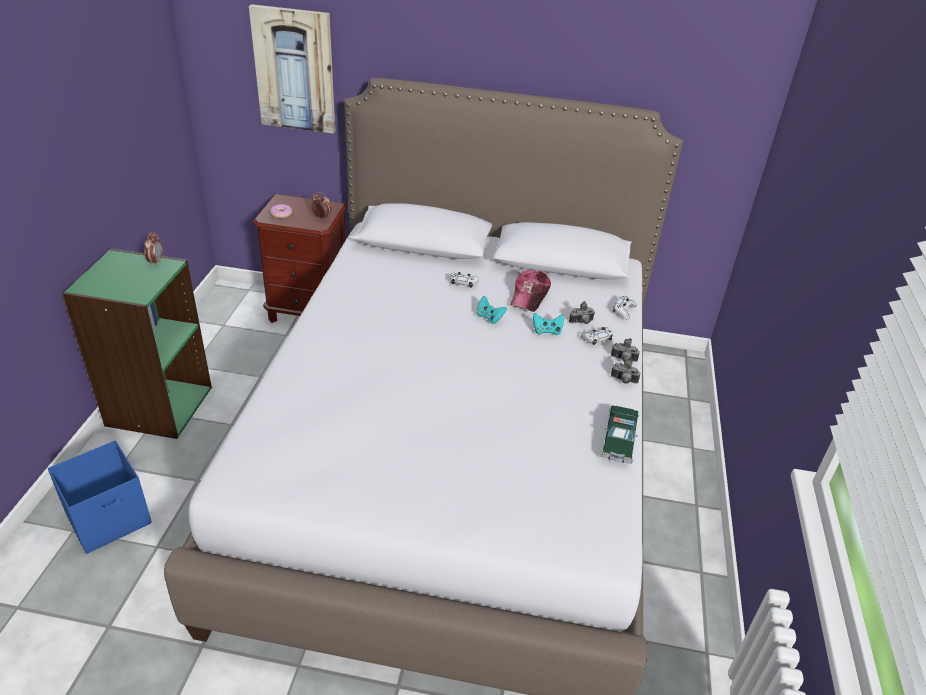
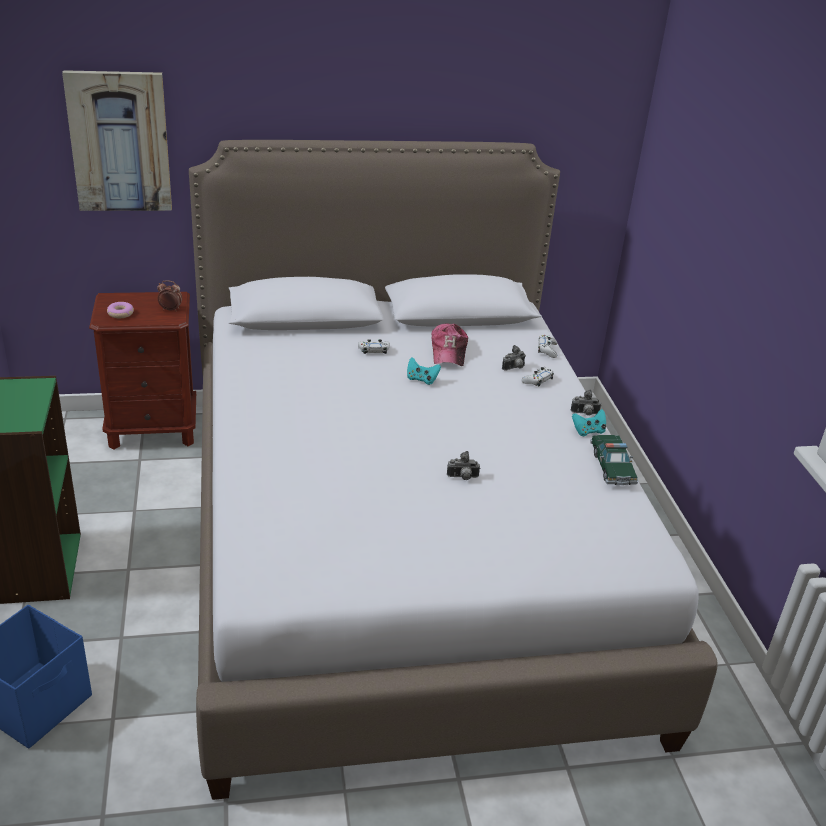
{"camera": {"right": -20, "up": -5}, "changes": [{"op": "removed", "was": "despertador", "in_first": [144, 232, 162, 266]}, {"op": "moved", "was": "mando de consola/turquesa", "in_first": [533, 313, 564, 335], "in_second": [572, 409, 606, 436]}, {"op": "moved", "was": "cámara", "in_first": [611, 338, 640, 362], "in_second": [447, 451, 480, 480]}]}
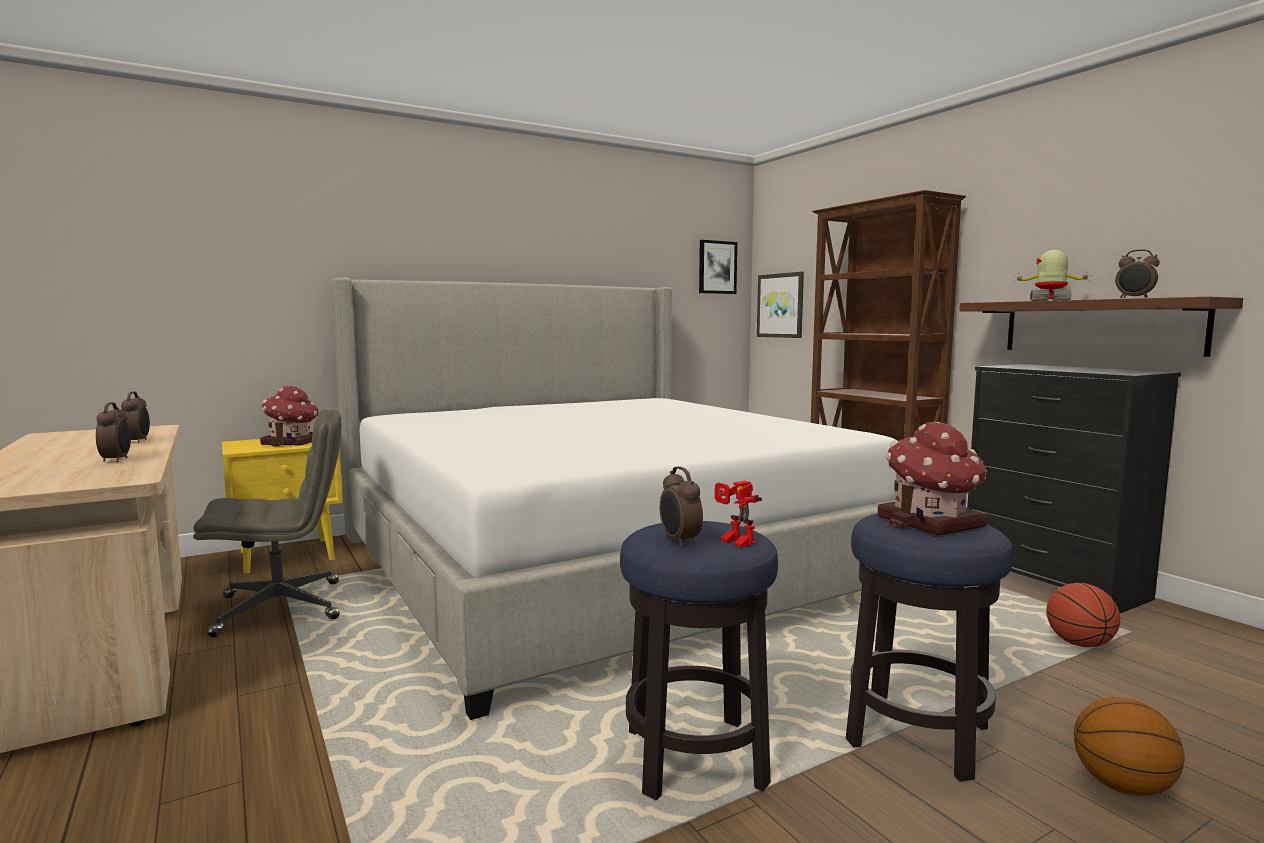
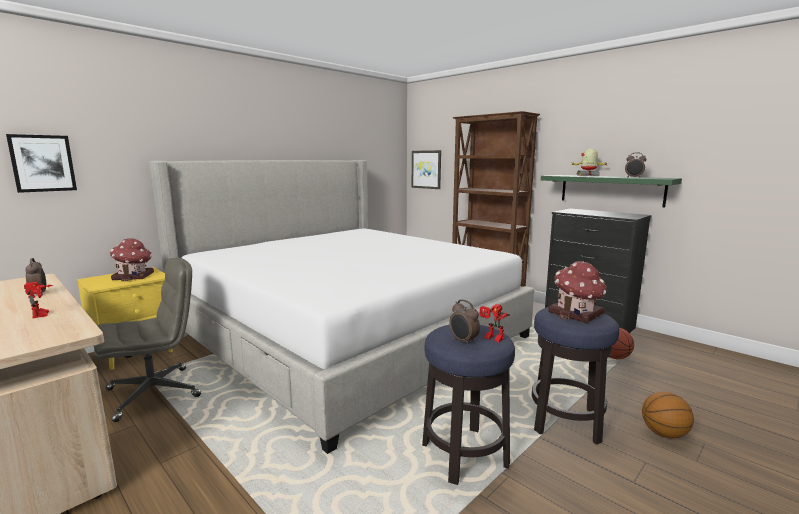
{"camera": {"right": -15, "up": 5}, "changes": [{"op": "replaced", "was": "despertador", "now": "robot de juguete", "in_first": [96, 402, 131, 462], "in_second": [24, 282, 53, 318]}, {"op": "moved", "was": "cuadro", "in_first": [699, 240, 737, 294], "in_second": [6, 134, 77, 193]}, {"op": "recoloured", "was": "estante/marrón", "now": "estante/verde", "in_first": [959, 297, 1243, 357], "in_second": [541, 175, 682, 207]}]}
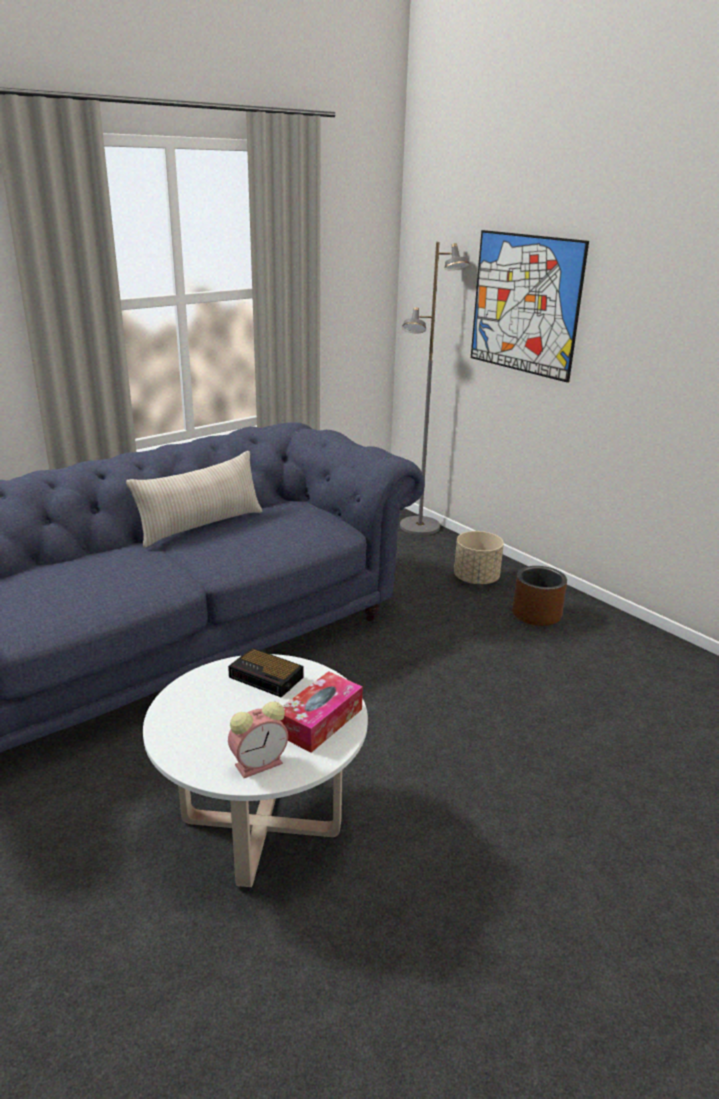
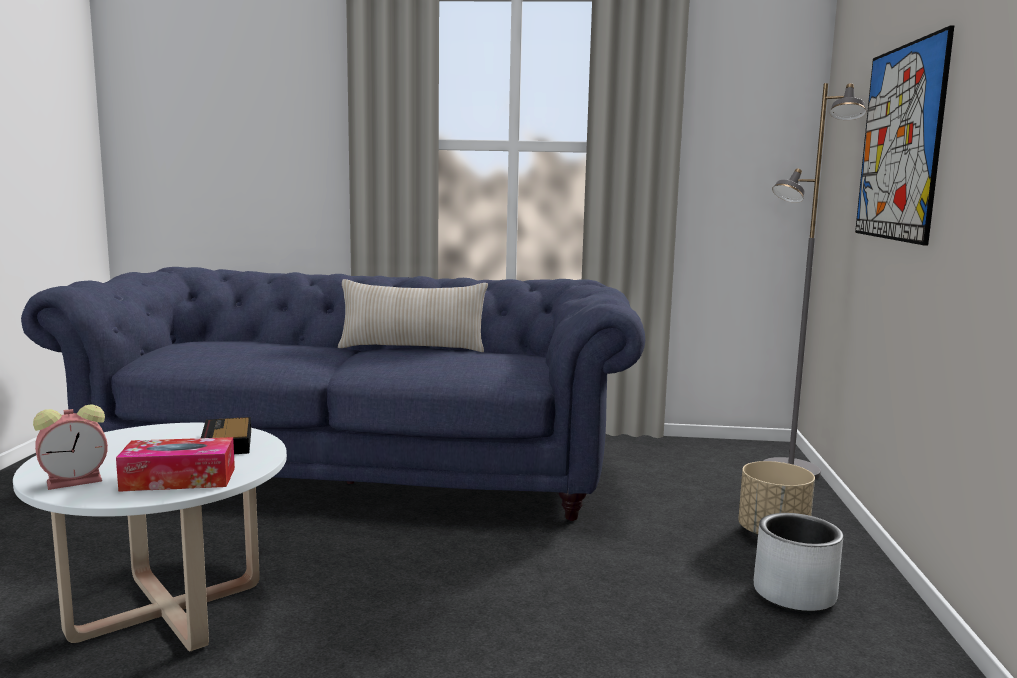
{"camera": {"right": 45, "up": -15}, "changes": [{"op": "turned", "was": "despertador", "in_first": [228, 702, 288, 778], "in_second": [33, 404, 108, 490], "clockwise": -45}, {"op": "recoloured", "was": "maceta/marrón", "now": "maceta/gris", "in_first": [512, 566, 567, 626], "in_second": [754, 513, 843, 612]}]}
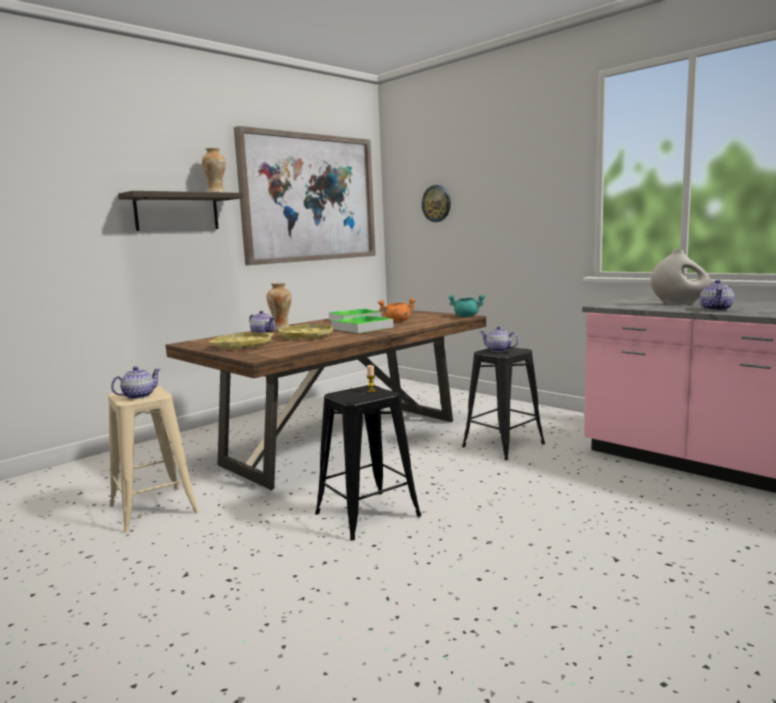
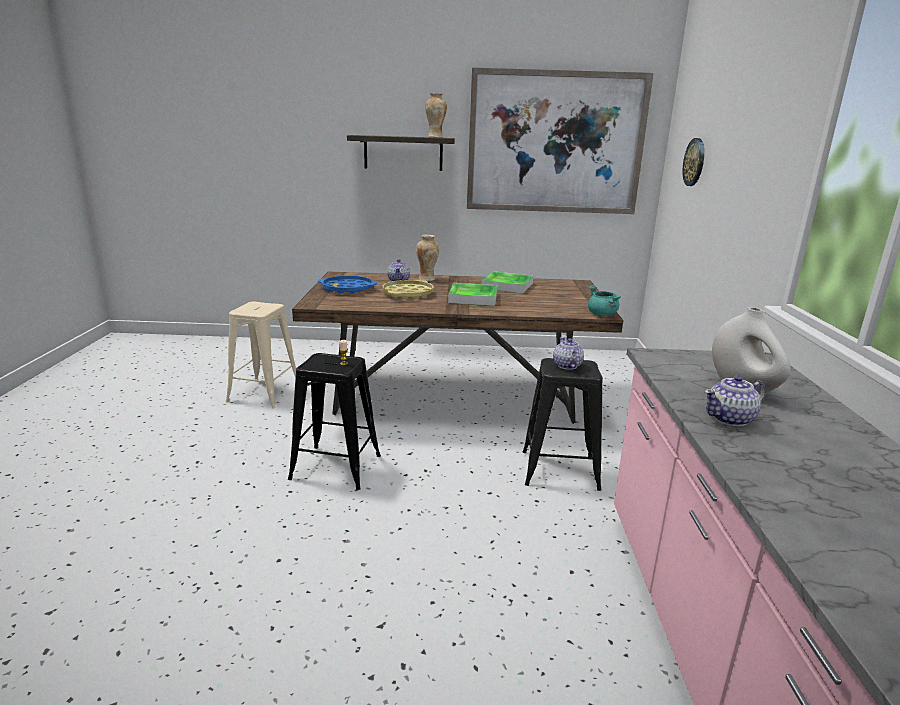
{"camera": {"right": 45, "up": 10}, "changes": [{"op": "removed", "was": "tetera", "in_first": [111, 366, 161, 399]}, {"op": "recoloured", "was": "bandeja/amarillo", "now": "bandeja/azul", "in_first": [209, 332, 274, 350], "in_second": [318, 276, 377, 294]}, {"op": "removed", "was": "olla/naranja", "in_first": [378, 298, 416, 322]}]}
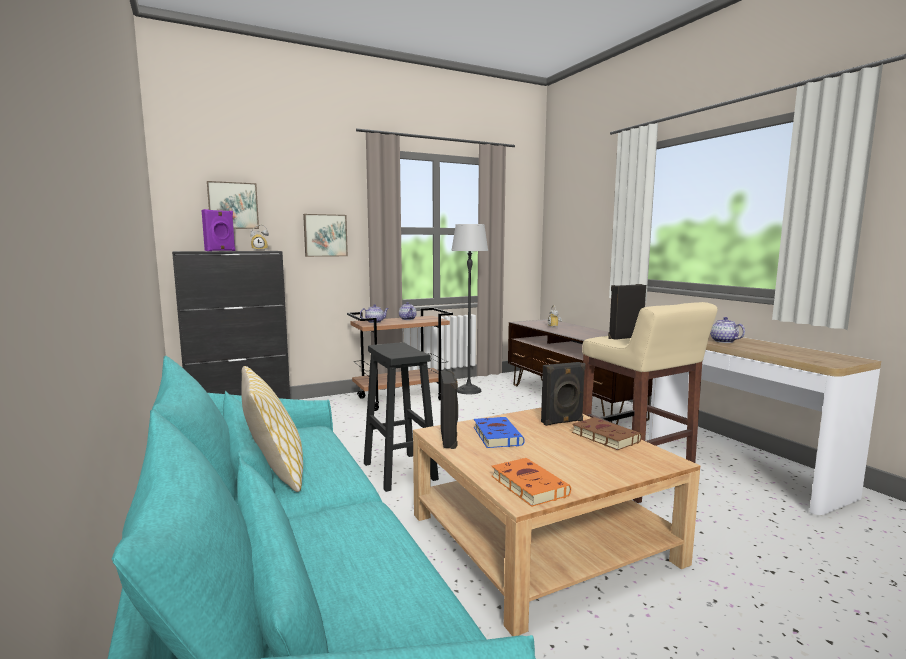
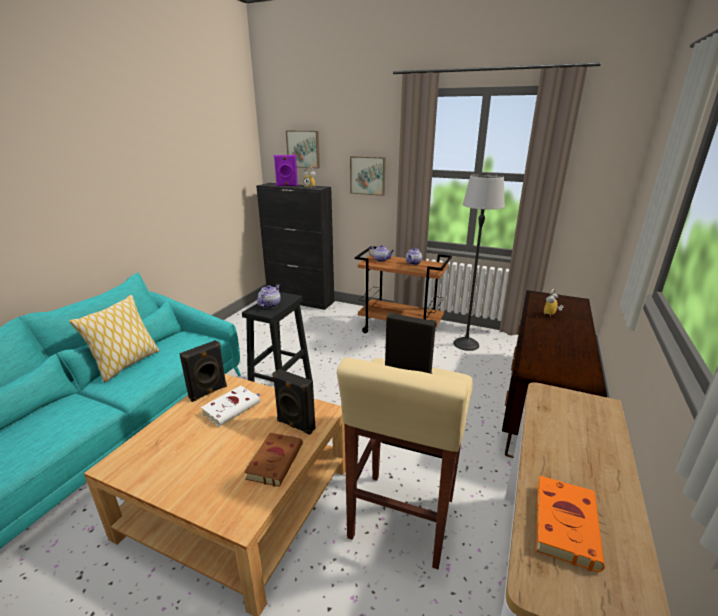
{"camera": {"right": 50, "up": 15}, "changes": [{"op": "recoloured", "was": "libro/azul", "now": "libro/blanco", "in_first": [474, 417, 525, 448], "in_second": [201, 386, 260, 426]}, {"op": "moved", "was": "libro/naranja", "in_first": [492, 458, 571, 507], "in_second": [536, 476, 605, 572]}, {"op": "moved", "was": "tetera", "in_first": [710, 317, 745, 343], "in_second": [257, 284, 281, 308]}]}
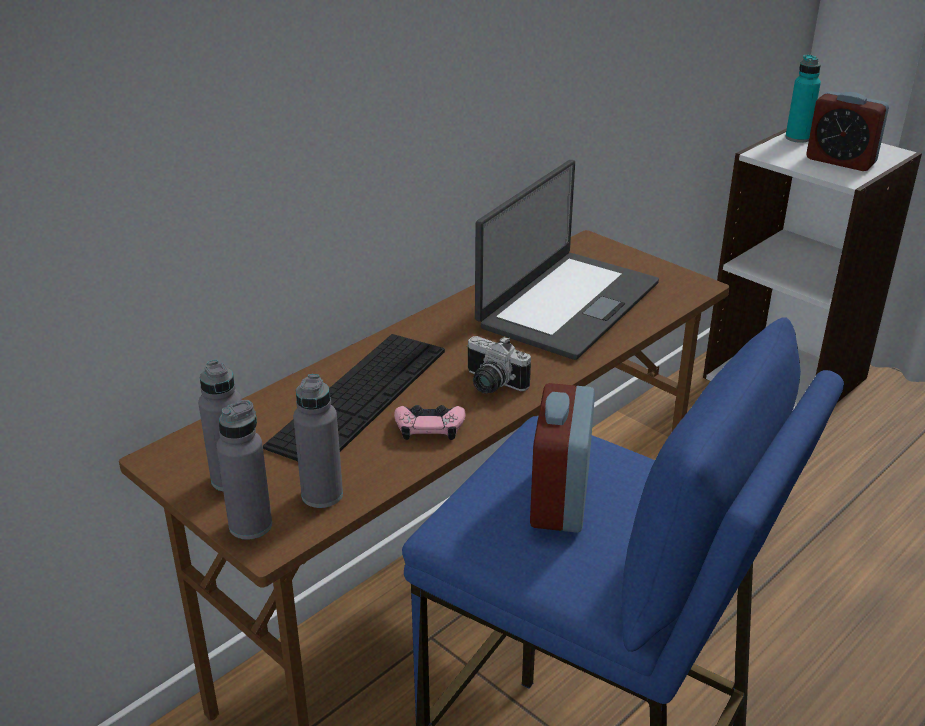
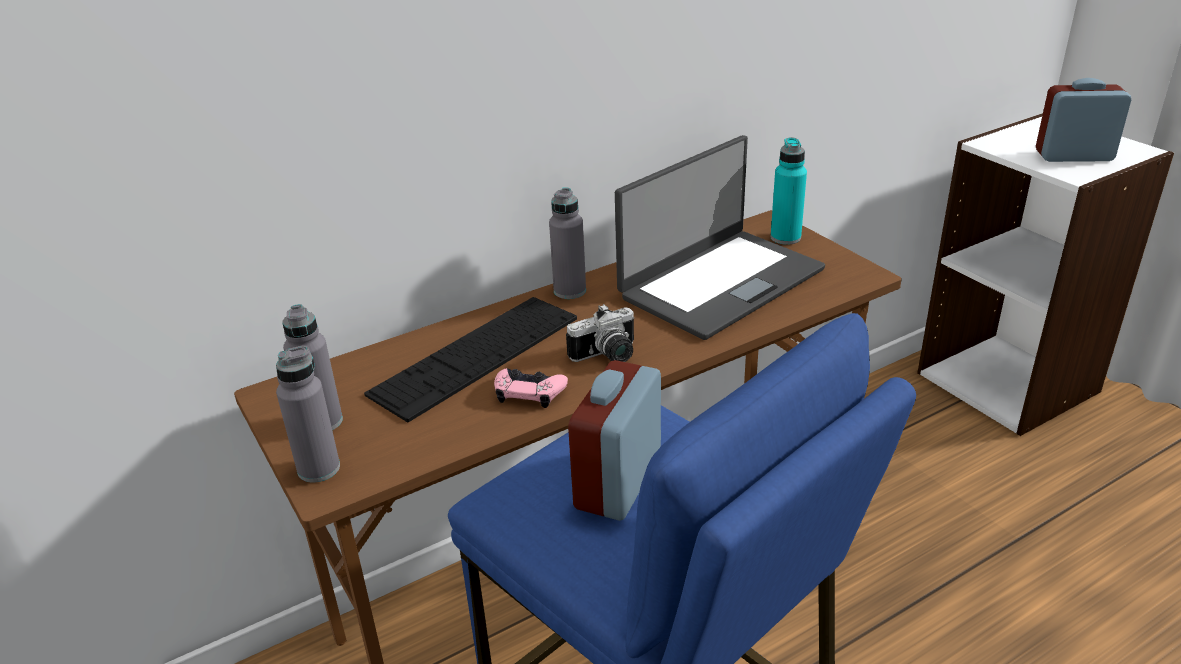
{"camera": {"right": 15, "up": 0}, "changes": [{"op": "moved", "was": "botella/gris", "in_first": [293, 374, 343, 508], "in_second": [549, 187, 586, 299]}, {"op": "turned", "was": "cámara", "in_first": [467, 336, 531, 394], "in_second": [566, 304, 634, 362], "clockwise": -75}, {"op": "moved", "was": "botella/turquesa", "in_first": [785, 54, 821, 143], "in_second": [771, 137, 807, 245]}, {"op": "turned", "was": "despertador", "in_first": [806, 91, 889, 171], "in_second": [1036, 78, 1132, 162], "clockwise": 135}]}
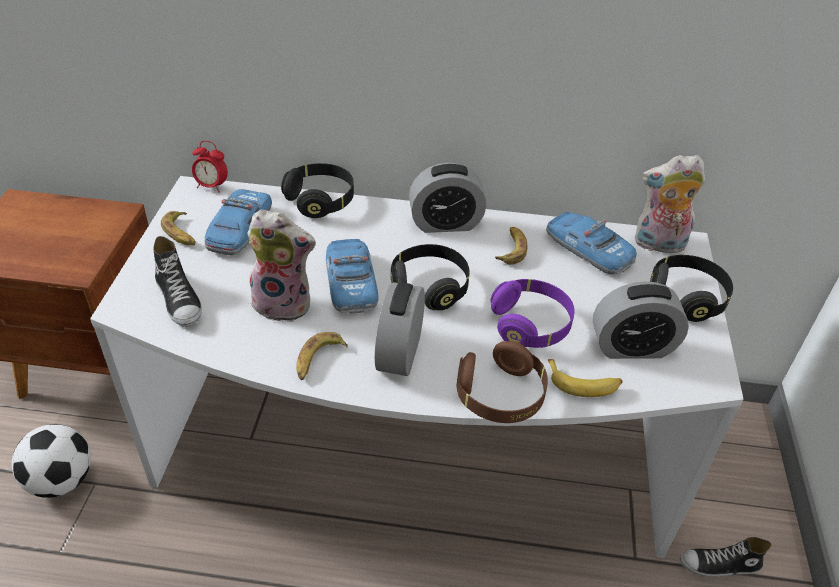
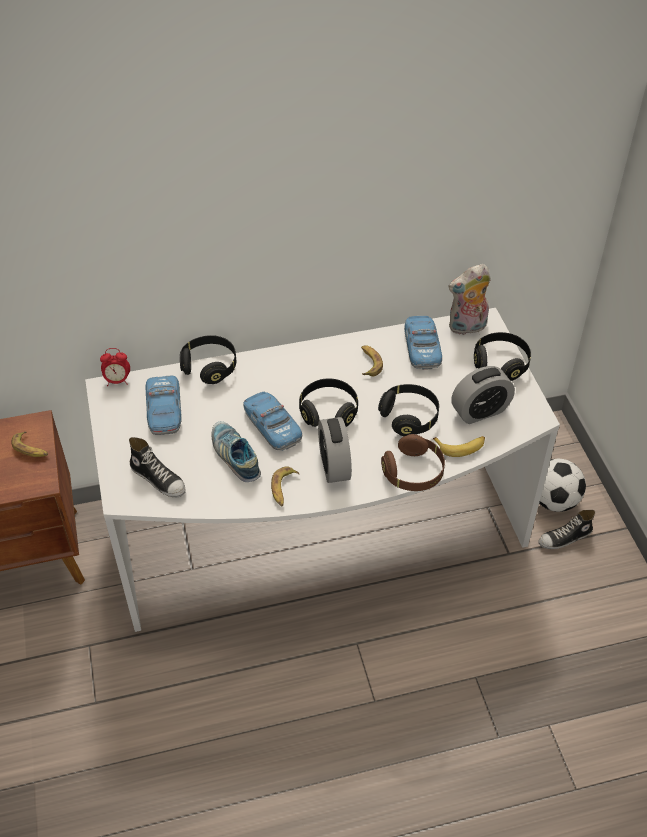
{"camera": {"right": -20, "up": 5}, "changes": [{"op": "moved", "was": "balón de fútbol", "in_first": [12, 424, 91, 498], "in_second": [539, 459, 586, 512]}, {"op": "moved", "was": "plátano", "in_first": [161, 211, 196, 245], "in_second": [11, 431, 48, 457]}, {"op": "replaced", "was": "peluche", "now": "zapato", "in_first": [247, 209, 316, 322], "in_second": [211, 421, 261, 482]}, {"op": "removed", "was": "despertador", "in_first": [409, 162, 486, 233]}, {"op": "recoloured", "was": "auriculares/morado", "now": "auriculares/negro", "in_first": [491, 279, 575, 348], "in_second": [378, 384, 439, 436]}, {"op": "turned", "was": "coche de juguete", "in_first": [546, 212, 637, 274], "in_second": [404, 316, 442, 370], "clockwise": 60}]}
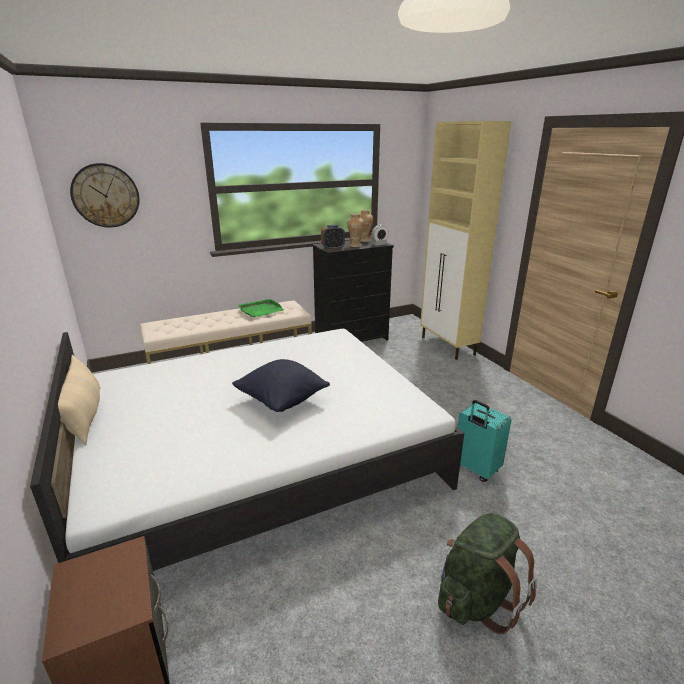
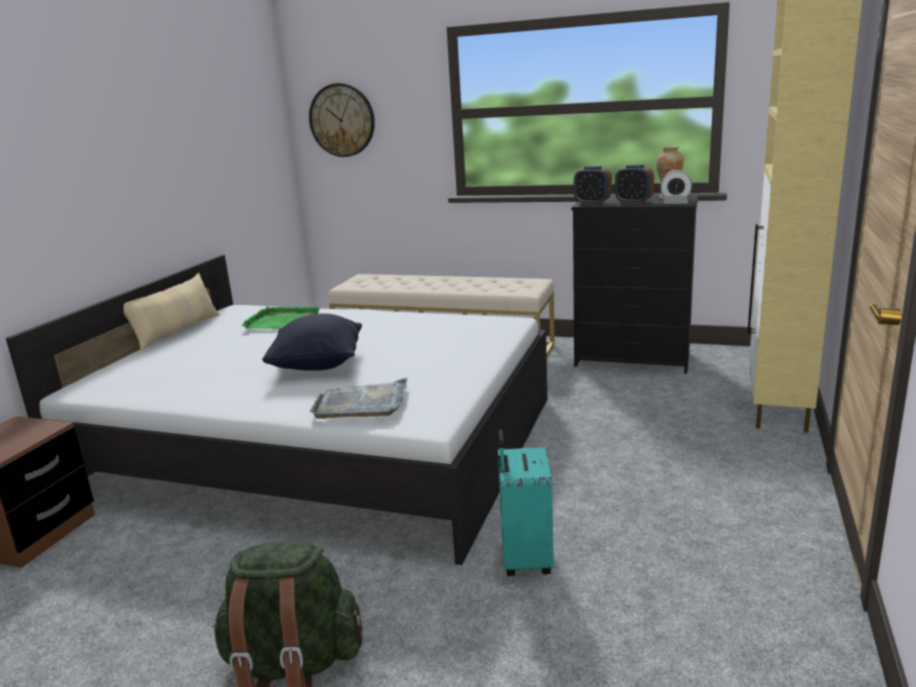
{"camera": {"right": 45, "up": -5}, "changes": [{"op": "moved", "was": "bandeja/verde", "in_first": [238, 299, 285, 317], "in_second": [242, 306, 321, 329]}, {"op": "replaced", "was": "florero", "now": "despertador", "in_first": [347, 213, 364, 247], "in_second": [615, 165, 654, 204]}, {"op": "added", "now": "bandeja/gris", "in_second": [310, 377, 408, 419]}]}
